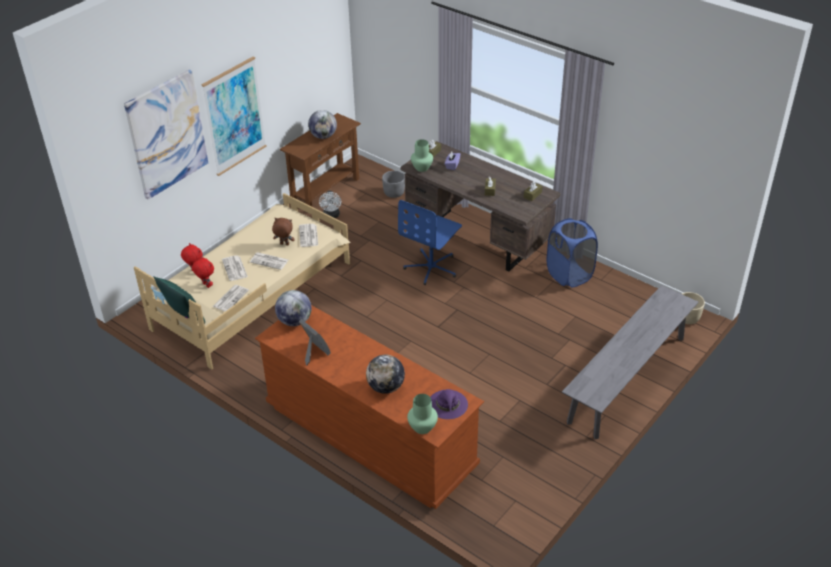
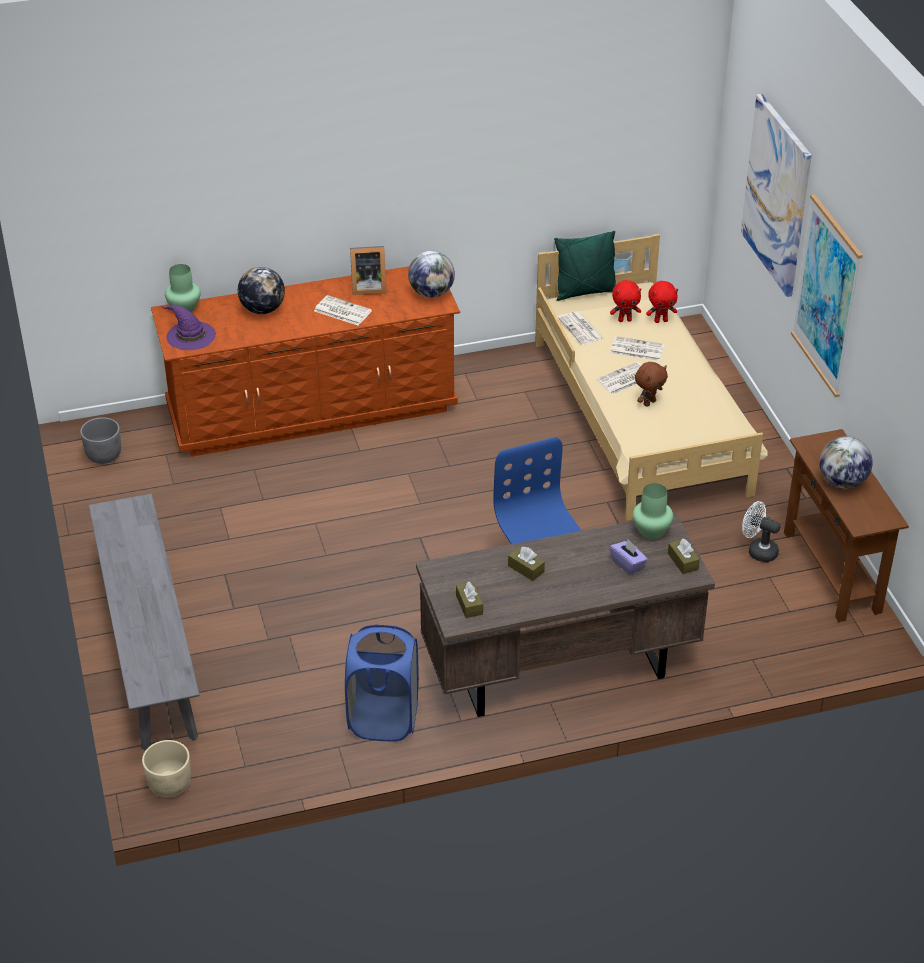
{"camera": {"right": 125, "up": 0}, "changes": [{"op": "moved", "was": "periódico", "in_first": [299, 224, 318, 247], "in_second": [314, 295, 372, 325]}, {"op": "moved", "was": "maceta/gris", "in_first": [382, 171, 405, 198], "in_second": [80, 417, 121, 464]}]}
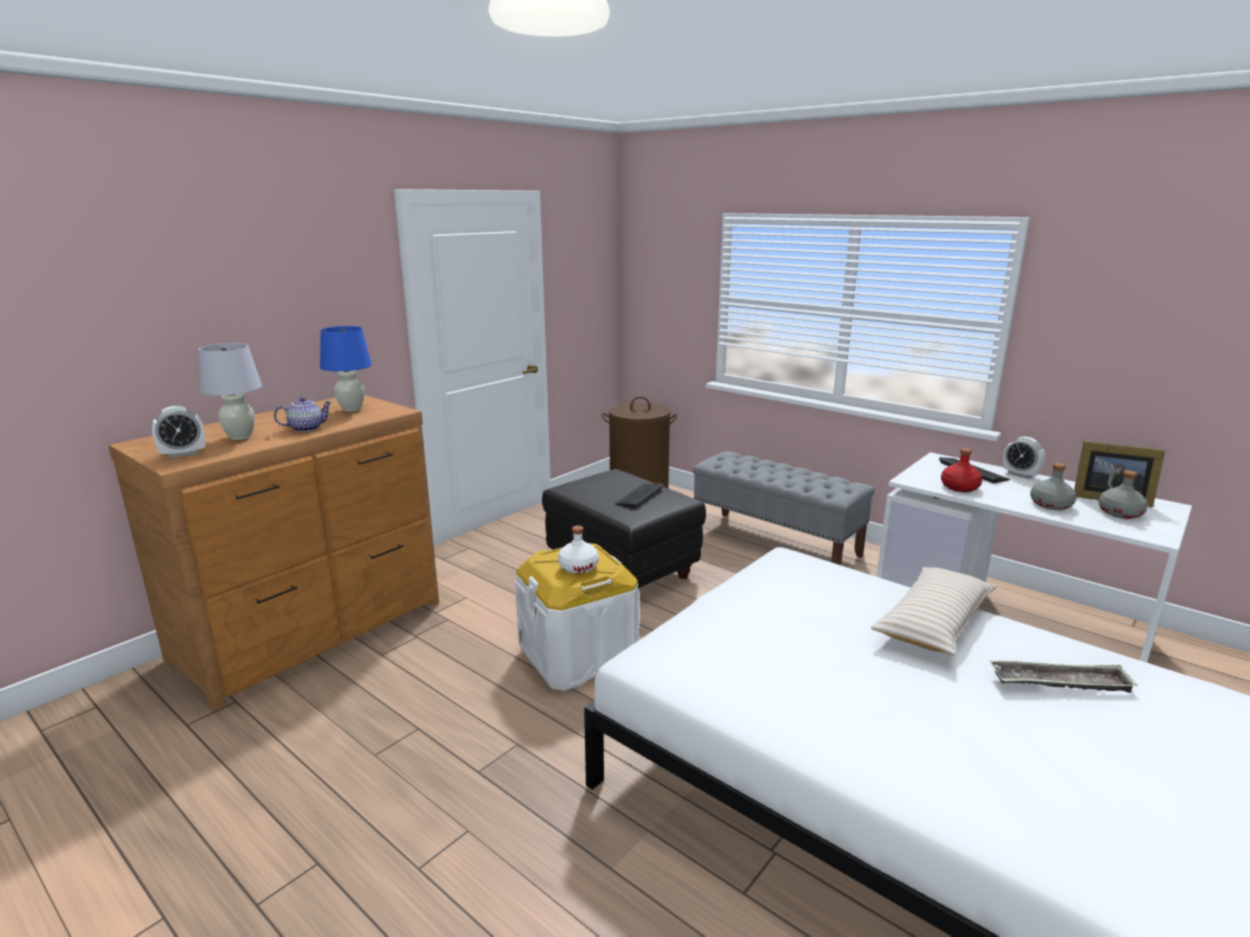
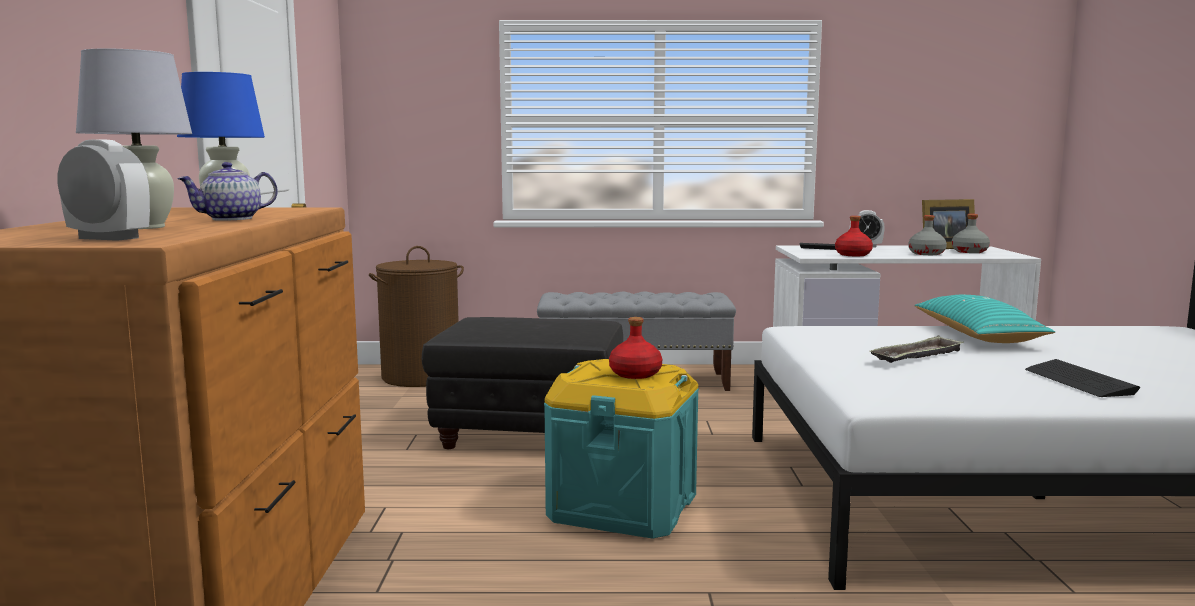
{"camera": {"right": -40, "up": -10}, "changes": [{"op": "turned", "was": "despertador", "in_first": [152, 406, 205, 458], "in_second": [57, 139, 150, 241], "clockwise": -90}, {"op": "turned", "was": "tetera", "in_first": [274, 397, 332, 432], "in_second": [177, 162, 278, 221], "clockwise": -150}, {"op": "recoloured", "was": "caja de almacenaje/blanco", "now": "caja de almacenaje/turquesa", "in_first": [515, 543, 639, 691], "in_second": [544, 359, 699, 539]}, {"op": "recoloured", "was": "botella/blanco", "now": "botella/rojo", "in_first": [558, 525, 599, 574], "in_second": [609, 317, 662, 379]}, {"op": "moved", "was": "teclado", "in_first": [615, 483, 664, 508], "in_second": [1025, 359, 1141, 397]}, {"op": "recoloured", "was": "cojín/beis", "now": "cojín/turquesa", "in_first": [871, 567, 997, 655], "in_second": [914, 294, 1055, 343]}, {"op": "moved", "was": "bandeja", "in_first": [990, 661, 1138, 693], "in_second": [870, 336, 964, 363]}]}
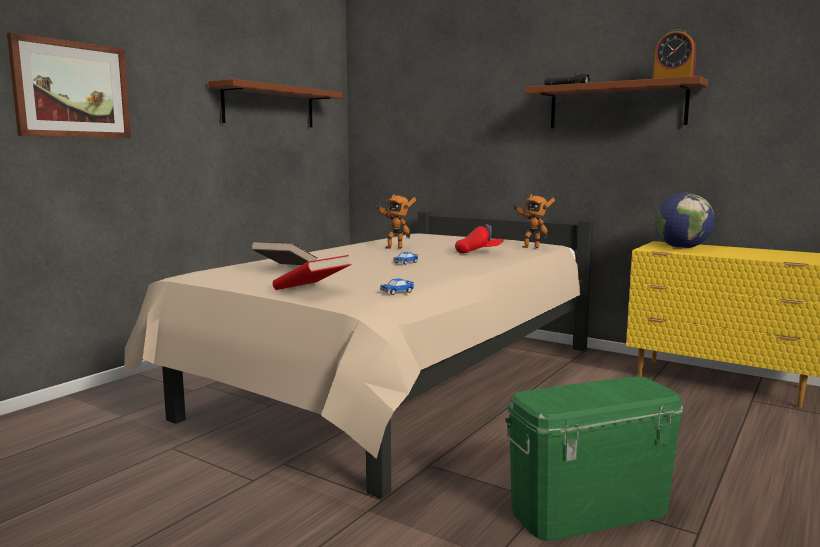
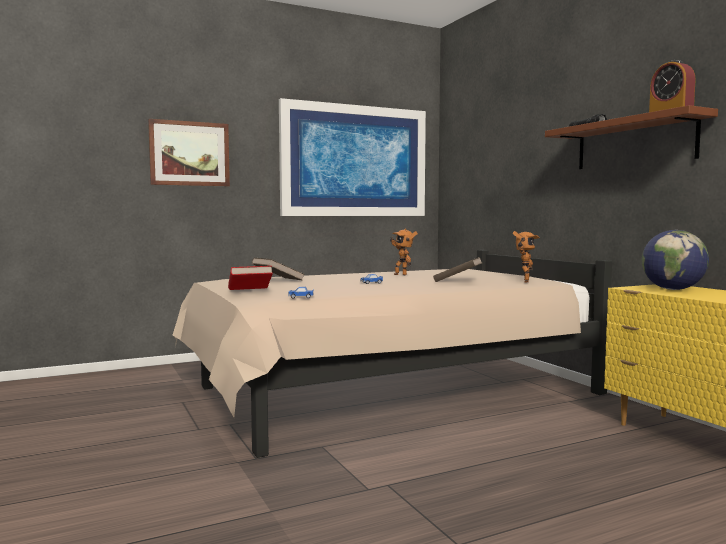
{"camera": {"right": 30, "up": -5}, "changes": [{"op": "replaced", "was": "estante/marrón", "now": "cuadro", "in_first": [208, 79, 343, 127], "in_second": [279, 98, 426, 216]}, {"op": "replaced", "was": "gorra/rojo", "now": "libro/marrón", "in_first": [455, 224, 504, 254], "in_second": [433, 257, 482, 282]}, {"op": "removed", "was": "caja de almacenaje/verde", "in_first": [505, 376, 683, 541]}, {"op": "turned", "was": "robot de juguete", "in_first": [513, 194, 555, 248], "in_second": [513, 231, 539, 282], "clockwise": -120}]}
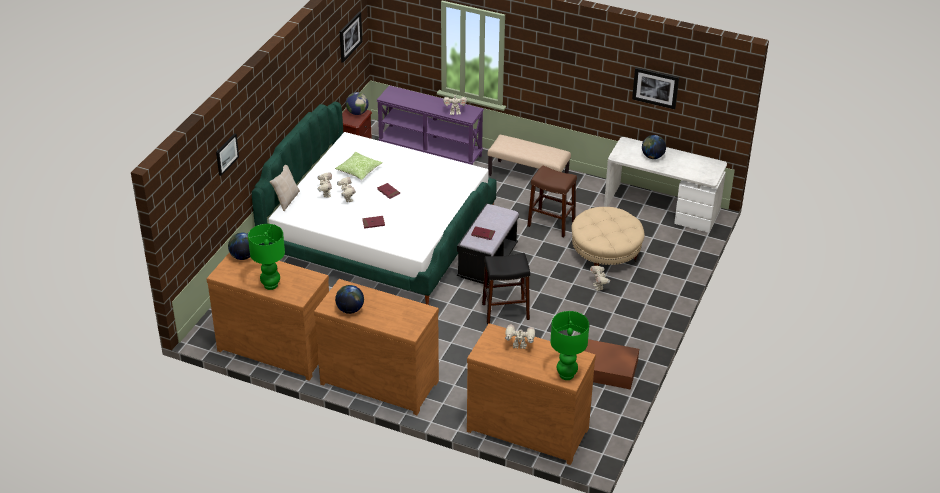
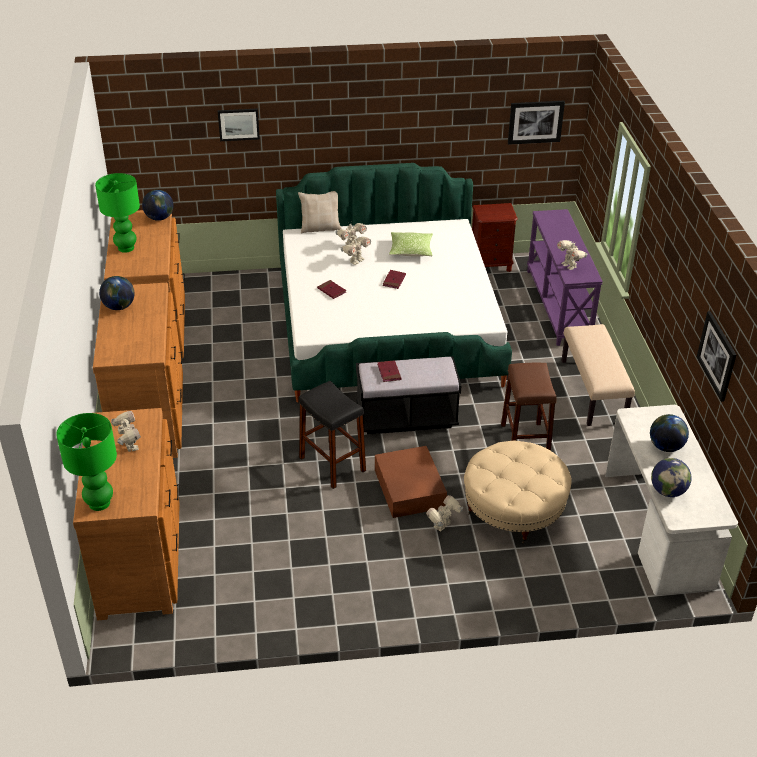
{"camera": {"right": 60, "up": 0}, "changes": [{"op": "moved", "was": "globo terráqueo", "in_first": [346, 92, 369, 115], "in_second": [651, 458, 692, 497]}, {"op": "moved", "was": "caja de almacenaje/marrón", "in_first": [584, 339, 639, 390], "in_second": [375, 446, 447, 518]}]}
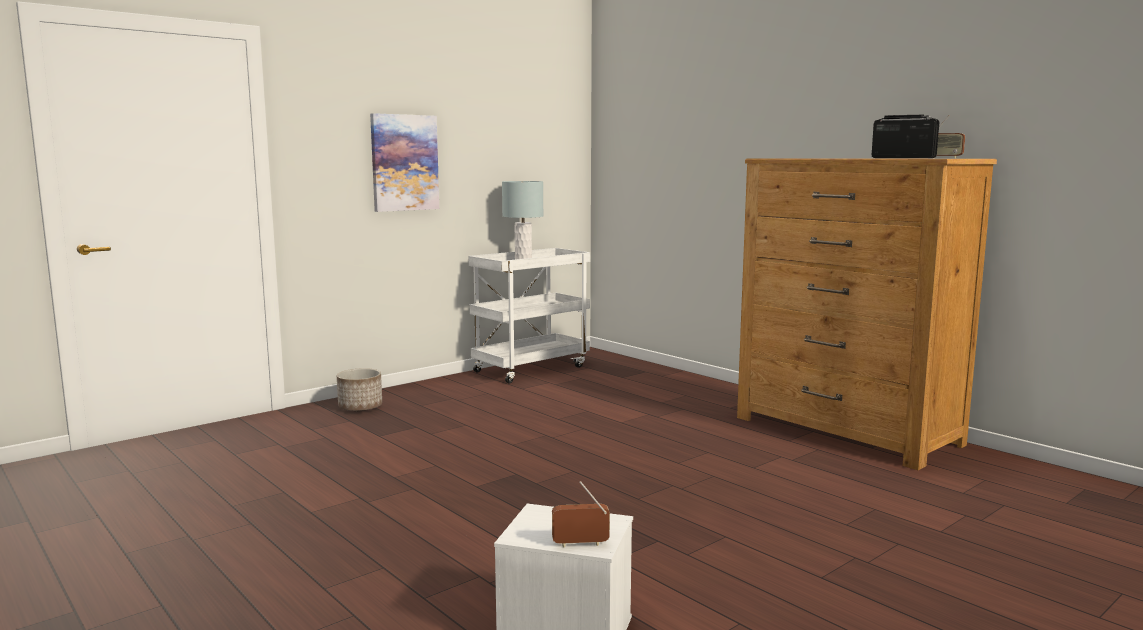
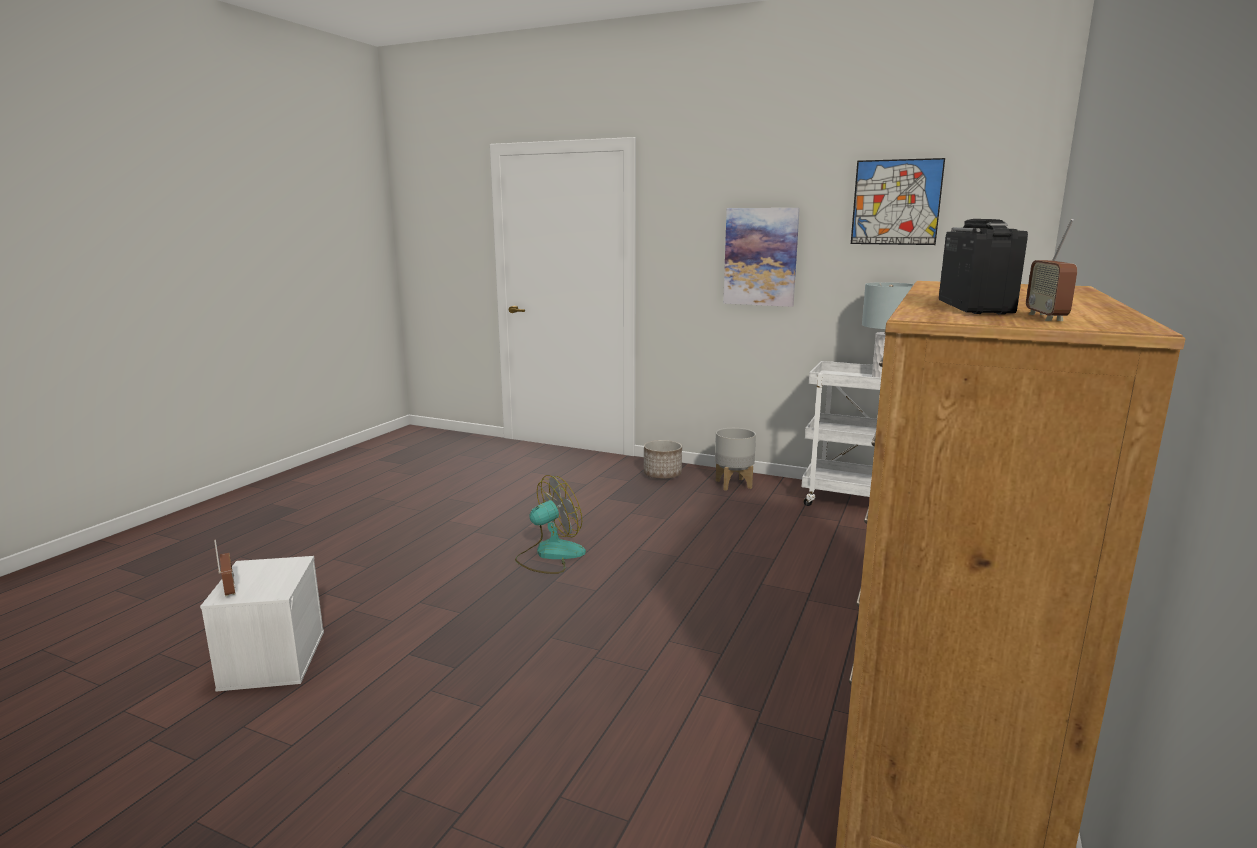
{"camera": {"right": 65, "up": 5}, "changes": [{"op": "added", "now": "ventilador", "in_second": [515, 475, 586, 574]}, {"op": "added", "now": "maceta/gris", "in_second": [715, 428, 756, 491]}, {"op": "added", "now": "cuadro", "in_second": [851, 158, 945, 245]}]}
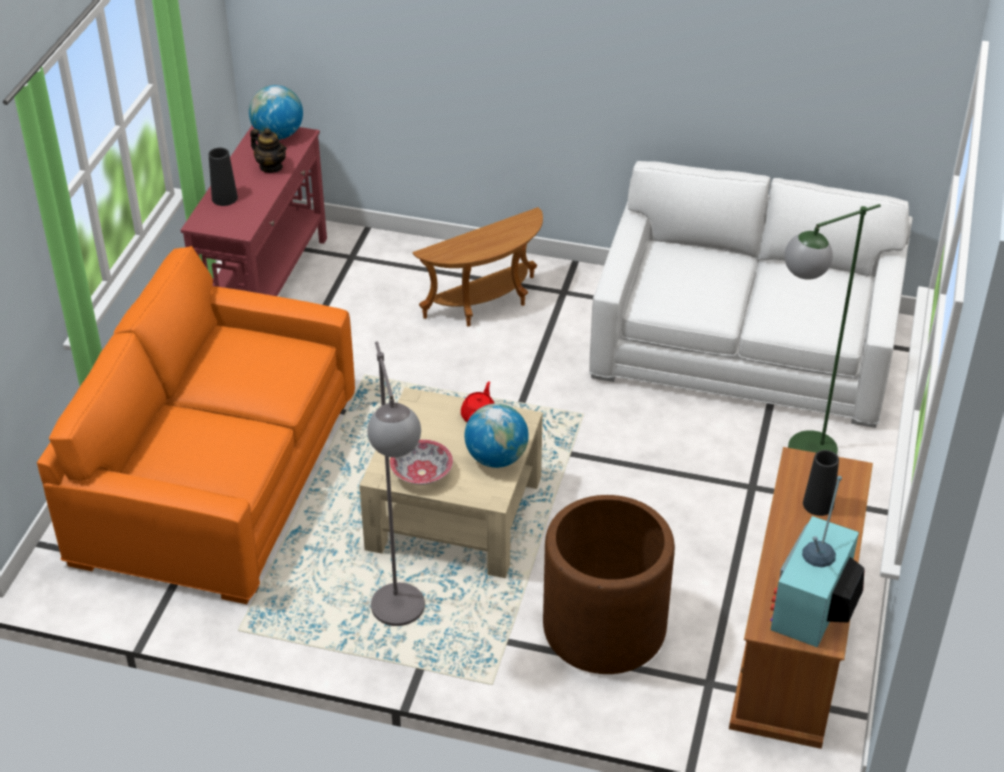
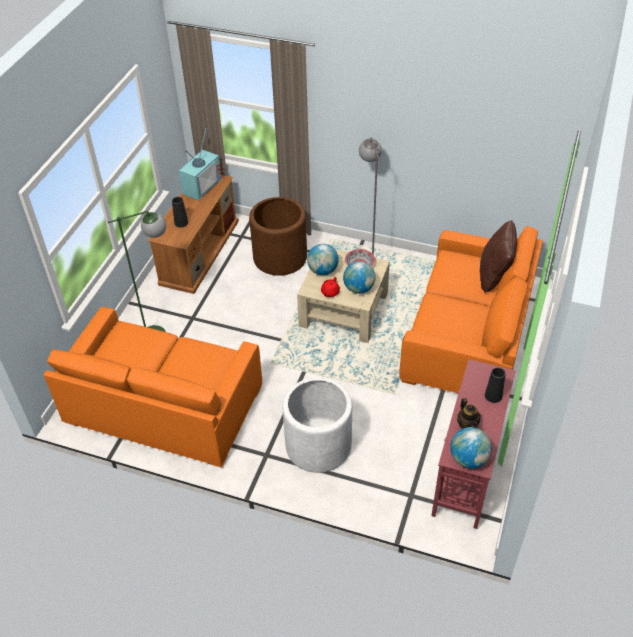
{"camera": {"right": -175, "up": 5}, "changes": [{"op": "turned", "was": "tetera", "in_first": [250, 128, 287, 173], "in_second": [457, 398, 481, 429], "clockwise": -150}, {"op": "replaced", "was": "mesa auxiliar/marrón", "now": "maceta/blanco", "in_first": [412, 207, 543, 327], "in_second": [282, 377, 352, 473]}, {"op": "recoloured", "was": "sofá/blanco", "now": "sofá/naranja", "in_first": [589, 161, 913, 428], "in_second": [44, 307, 263, 468]}, {"op": "added", "now": "globo terráqueo", "in_second": [343, 261, 376, 294]}, {"op": "added", "now": "cojín/marrón", "in_second": [480, 220, 517, 293]}]}
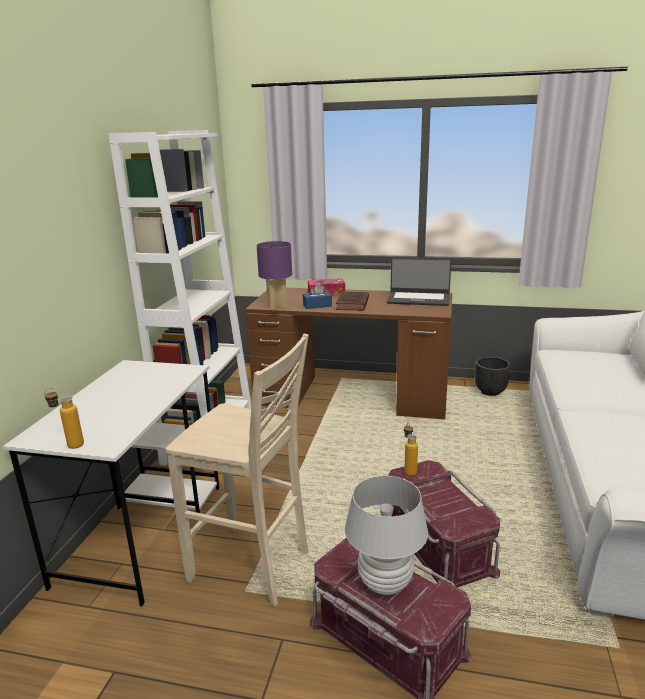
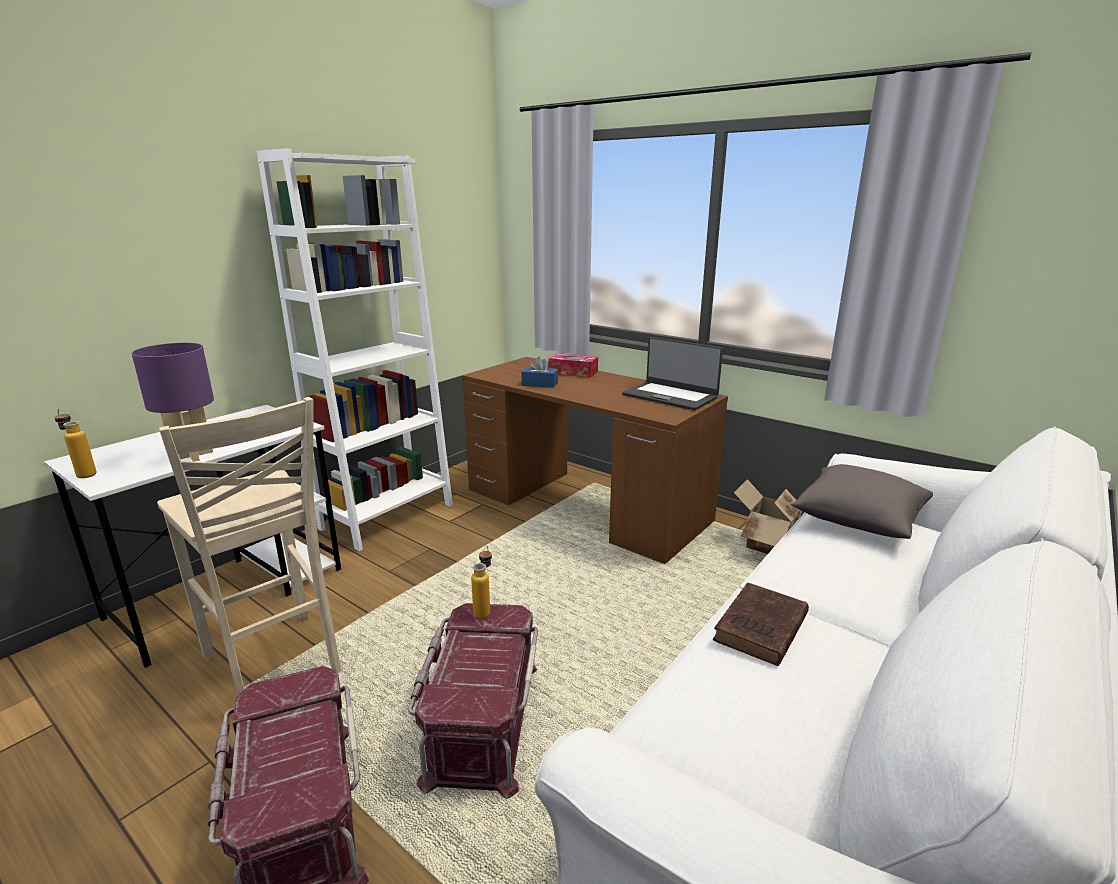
{"camera": {"right": 25, "up": 0}, "changes": [{"op": "moved", "was": "lámpara de mesa/morado", "in_first": [257, 241, 292, 309], "in_second": [132, 343, 214, 462]}, {"op": "moved", "was": "libro/marrón", "in_first": [336, 292, 369, 311], "in_second": [713, 583, 809, 666]}, {"op": "removed", "was": "lámpara de mesa/blanco", "in_first": [345, 476, 428, 595]}, {"op": "replaced", "was": "maceta/negro", "now": "caja de cartón", "in_first": [475, 357, 511, 396], "in_second": [734, 479, 803, 554]}, {"op": "added", "now": "cojín/gris", "in_second": [790, 464, 933, 539]}]}
